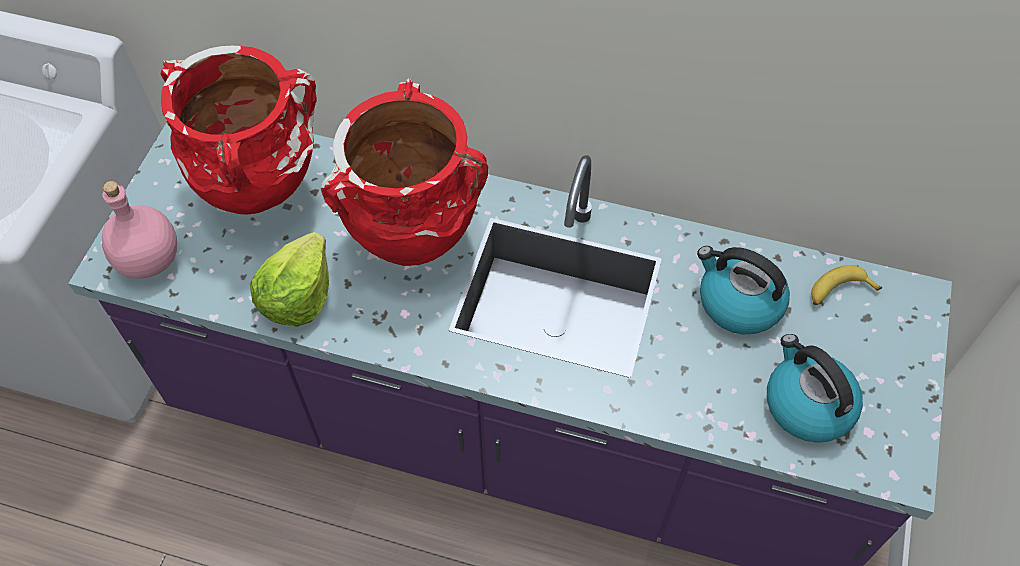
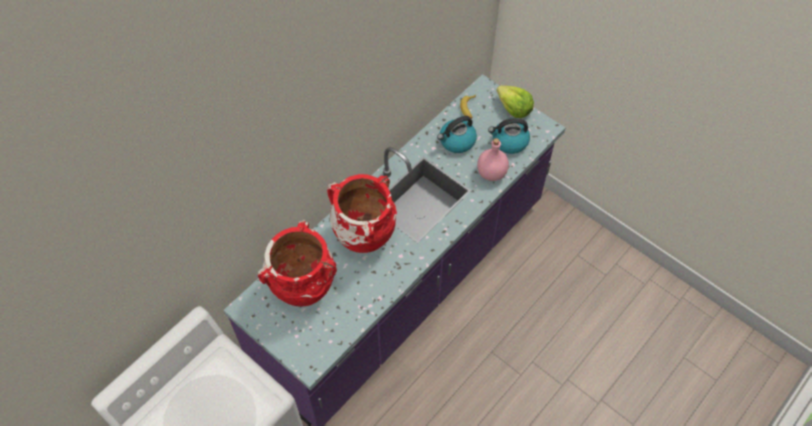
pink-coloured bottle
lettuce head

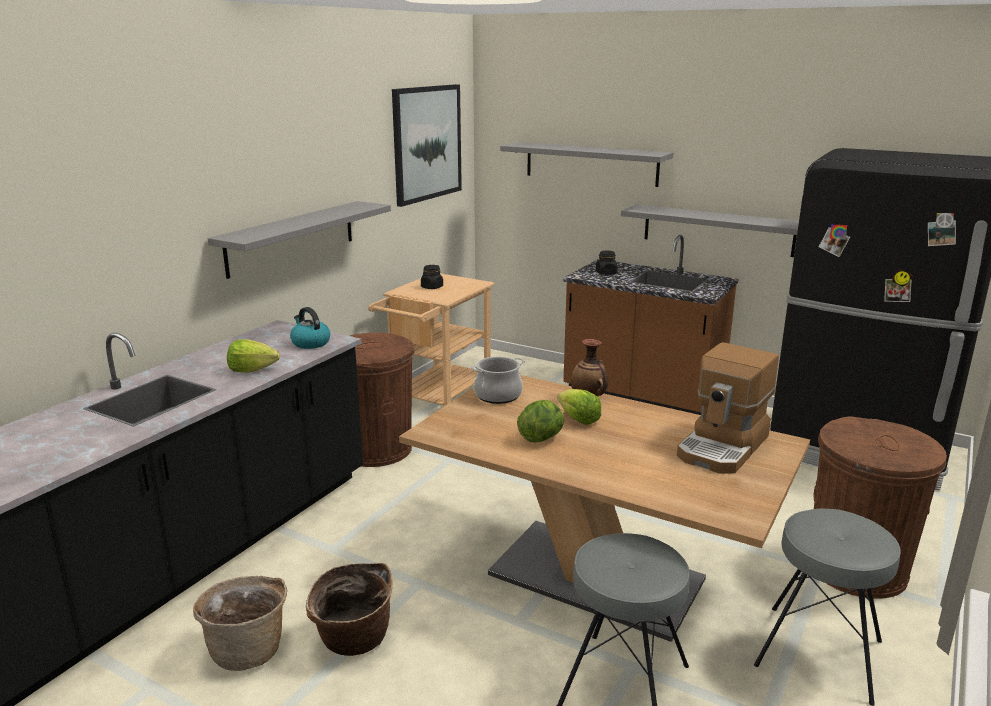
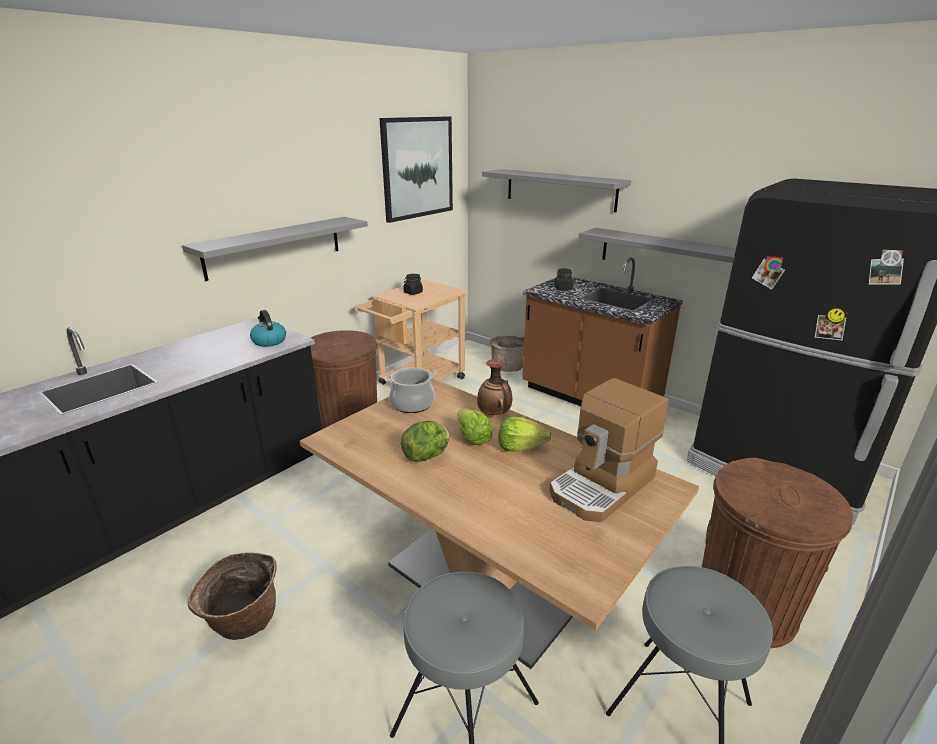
basket (no. 2 from left)
lettuce head (no. 3 from left)

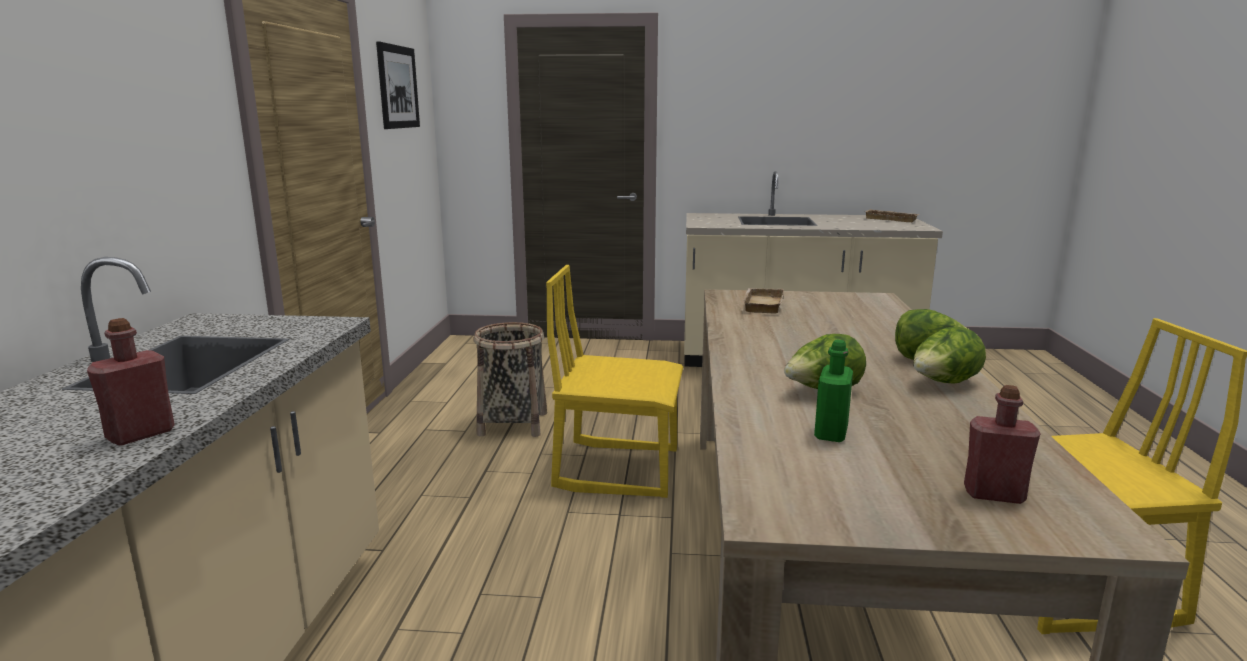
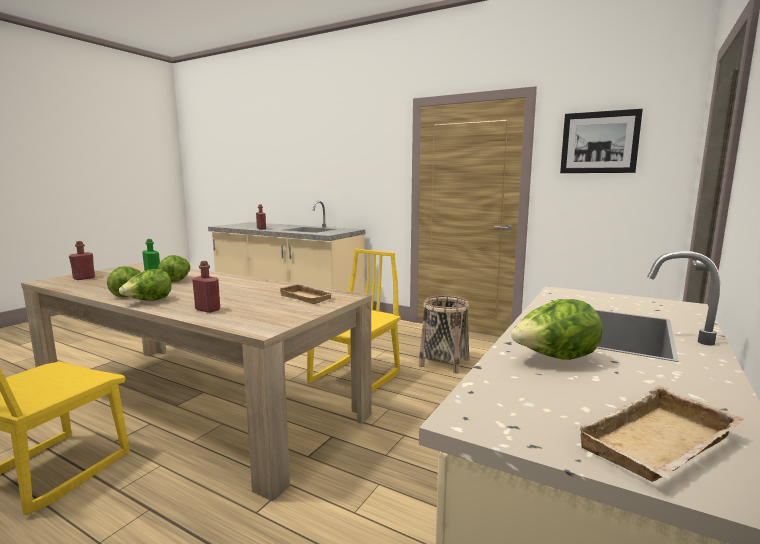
red bottle (no. 2 from left)
lettuce head (no. 4 from left)

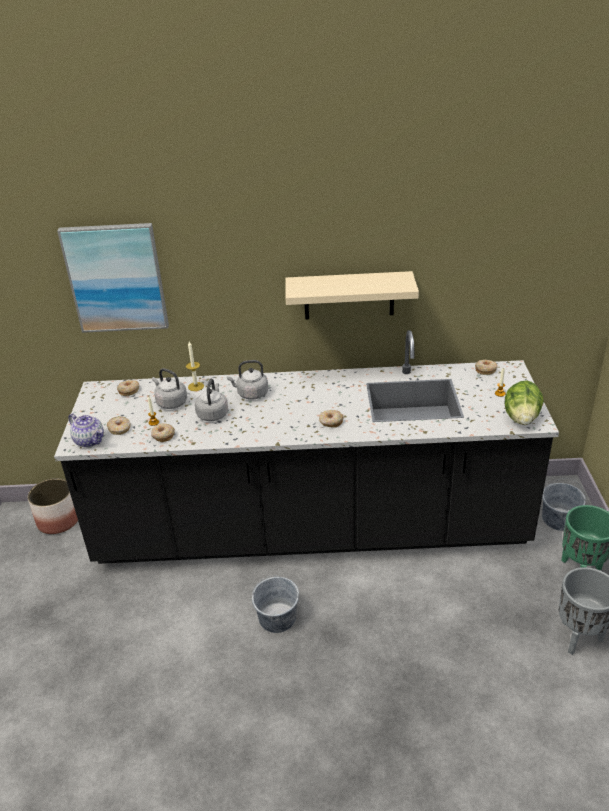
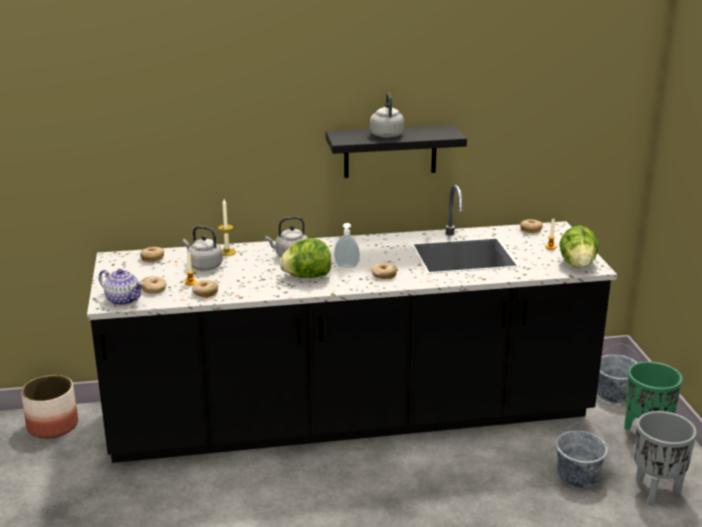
wall picture
lettuce head (no. 1 from left)
liquid soap bottle
gray tea kettle (no. 3 from left)
gray bucket (no. 1 from left)
black-coloured shelf

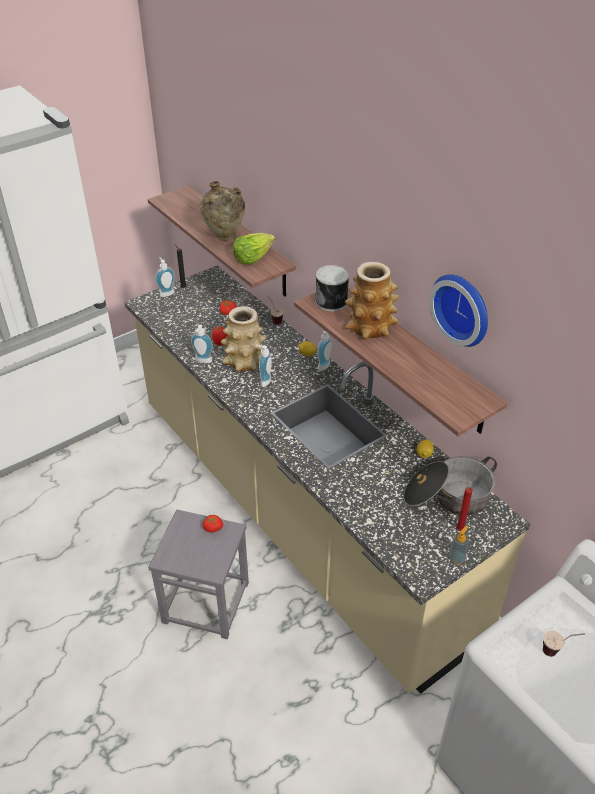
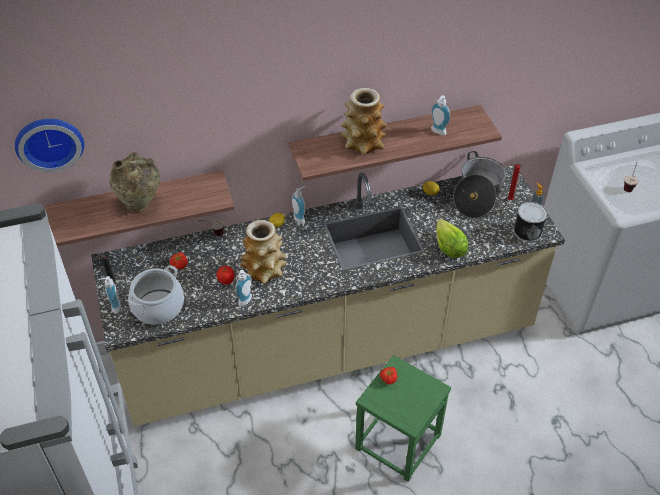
cooking pot (no. 1 from left)
lettuce head
liquid soap bottle (no. 4 from left)
can
hanging clock
green-coloured stool

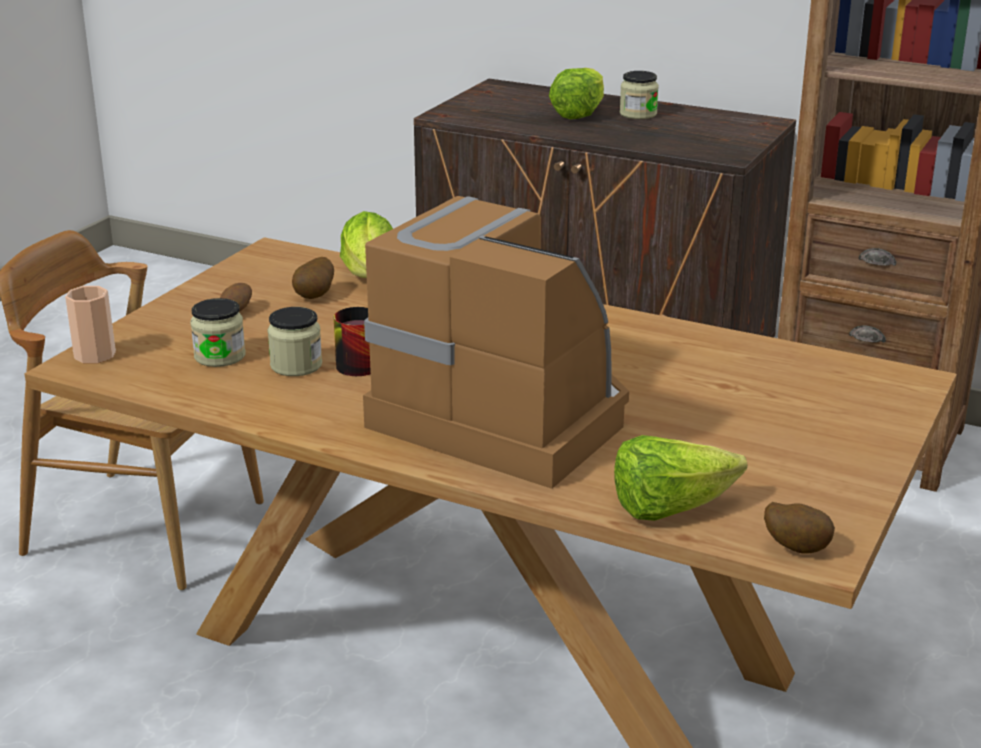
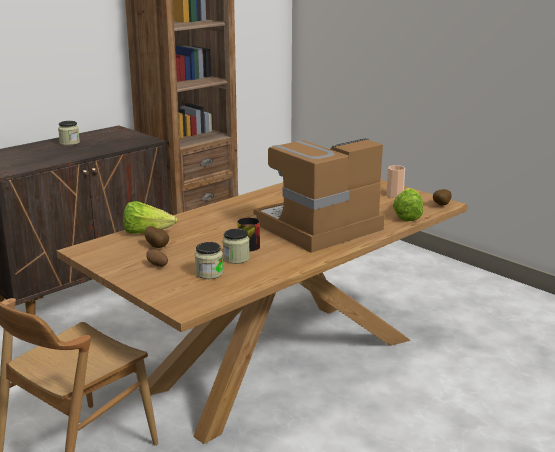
lettuce head (no. 2 from left in the first image)
cup

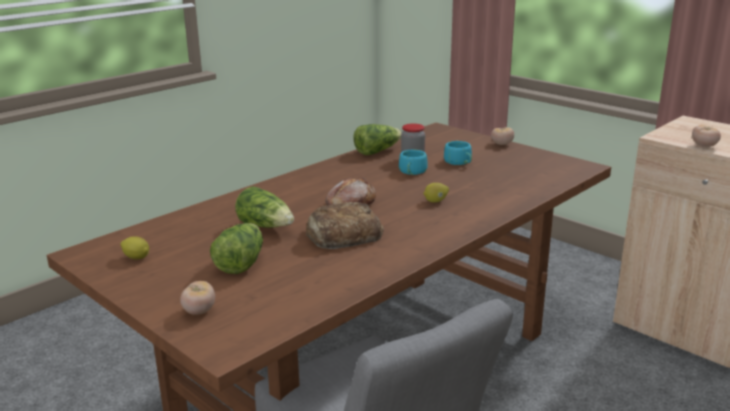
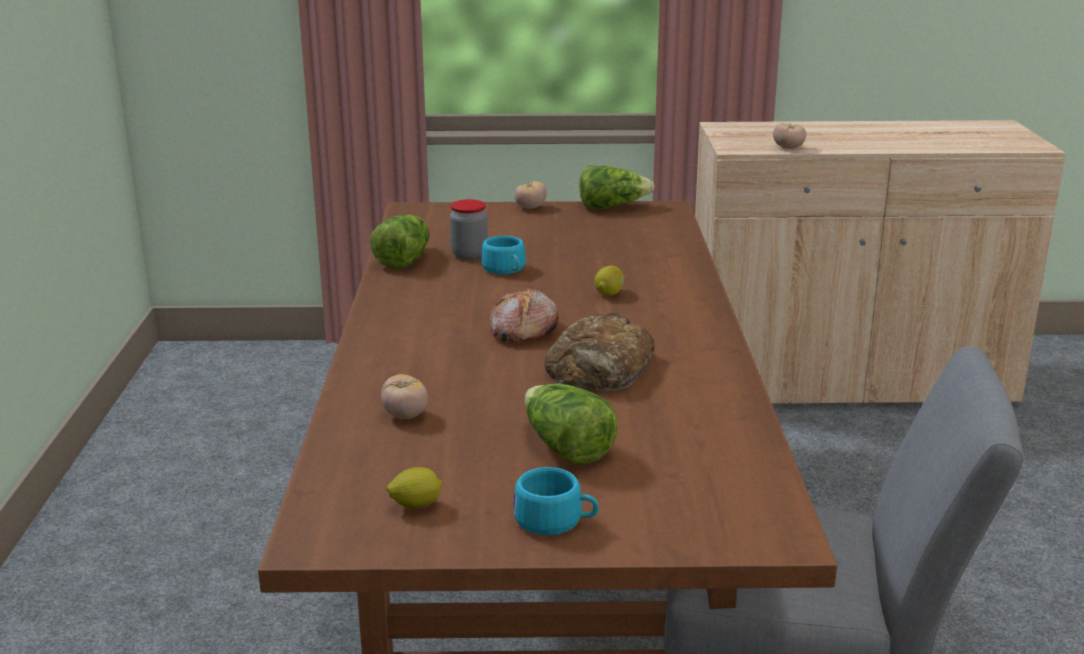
whole tomato (no. 1 from left)
lettuce head (no. 3 from left)
blue-green cup (no. 2 from left)

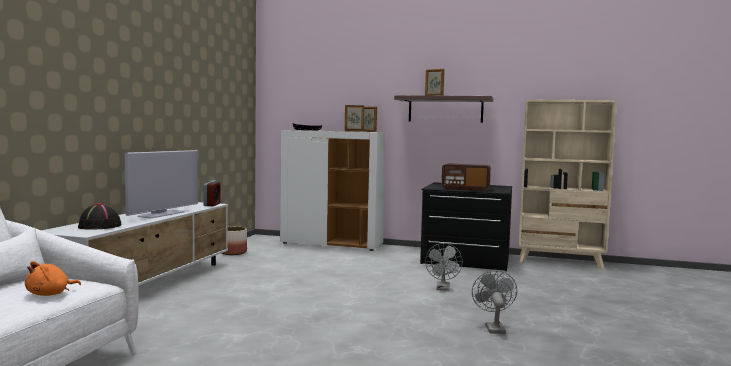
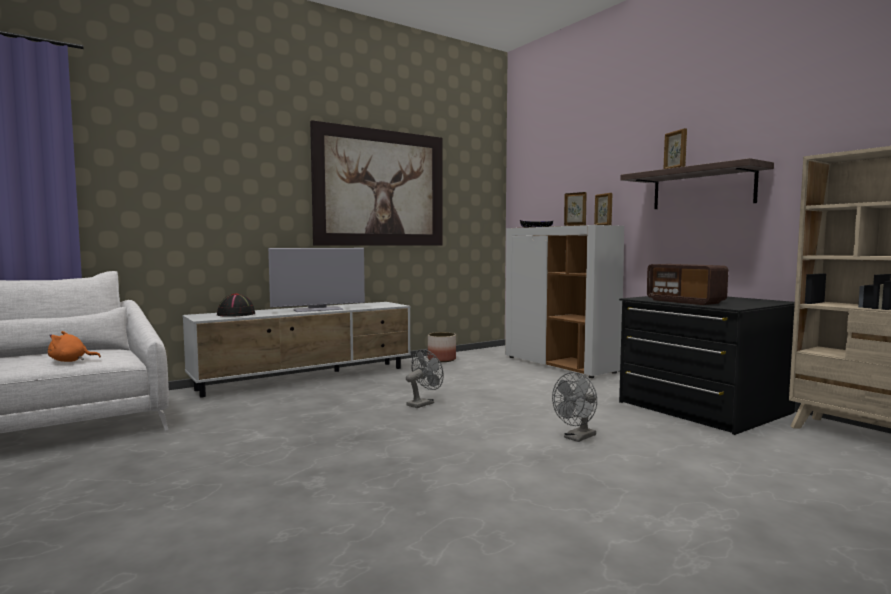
bedside clock
wall picture
gray electric fan (no. 1 from left)

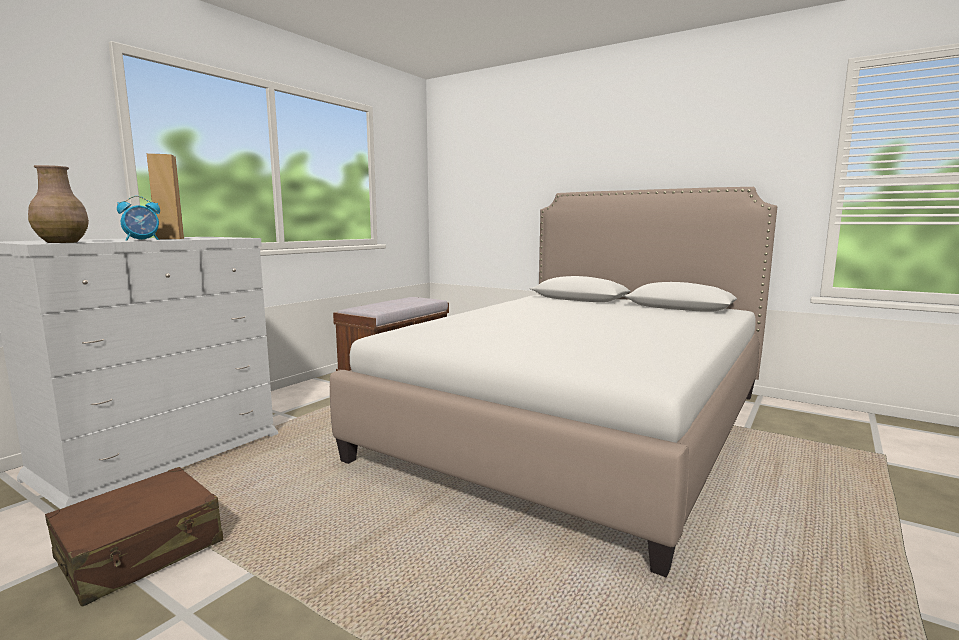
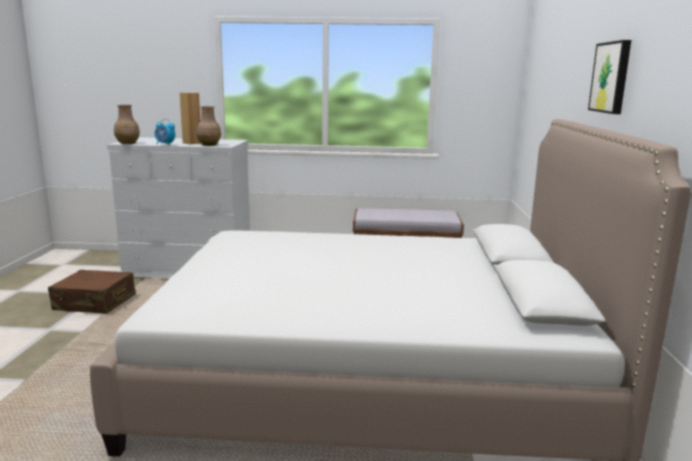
brownish vase (no. 2 from left)
wall picture

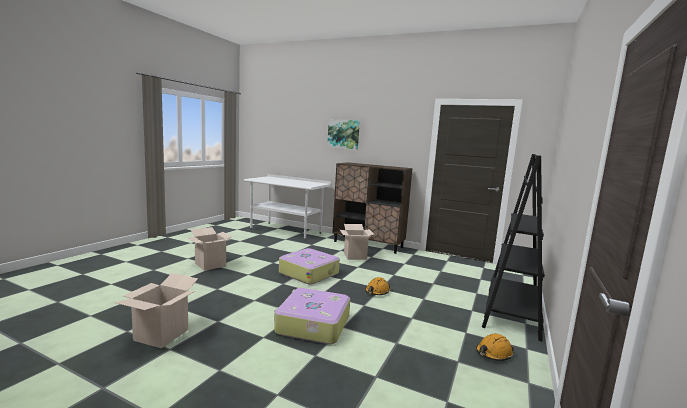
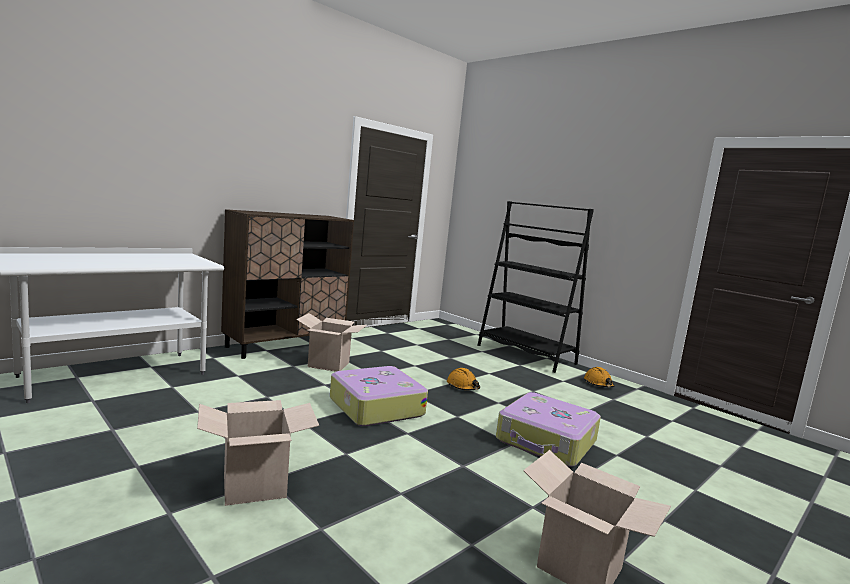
wall picture

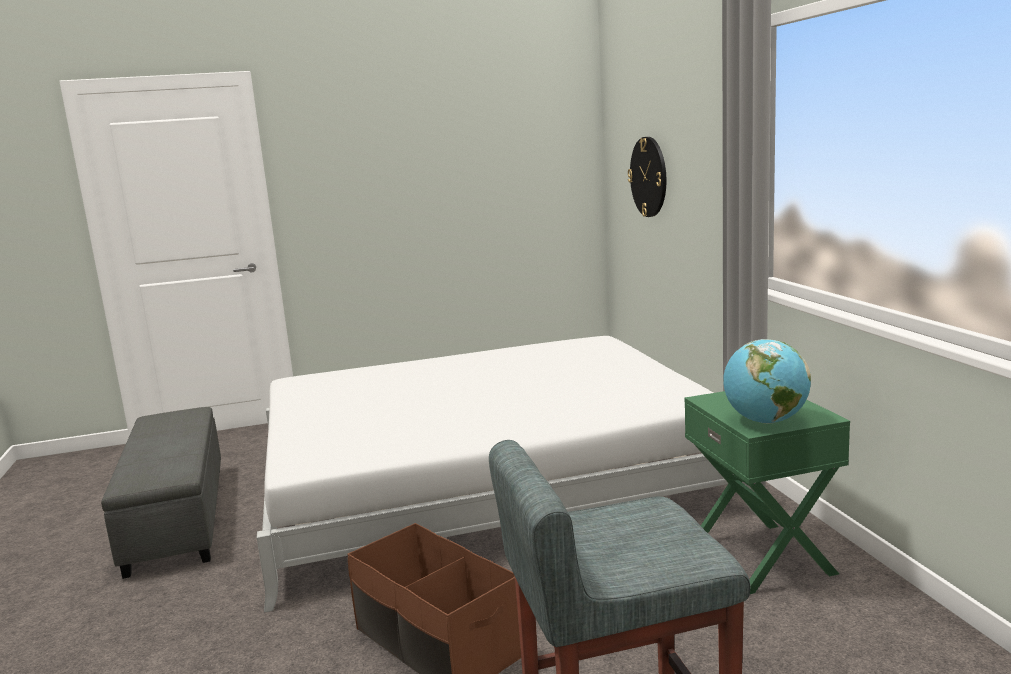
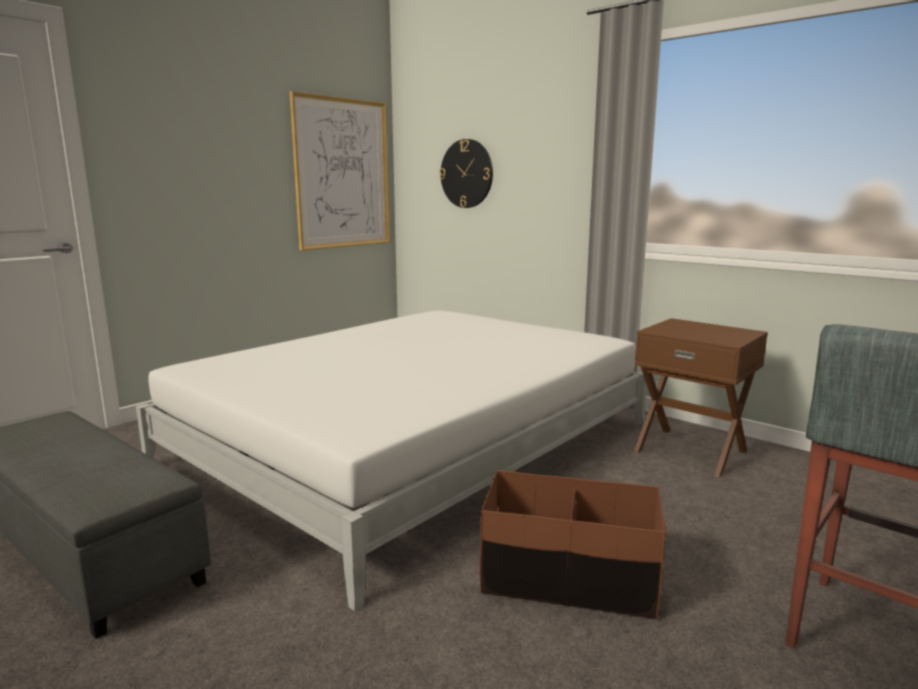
desk globe
wall picture
brownish nightstand

